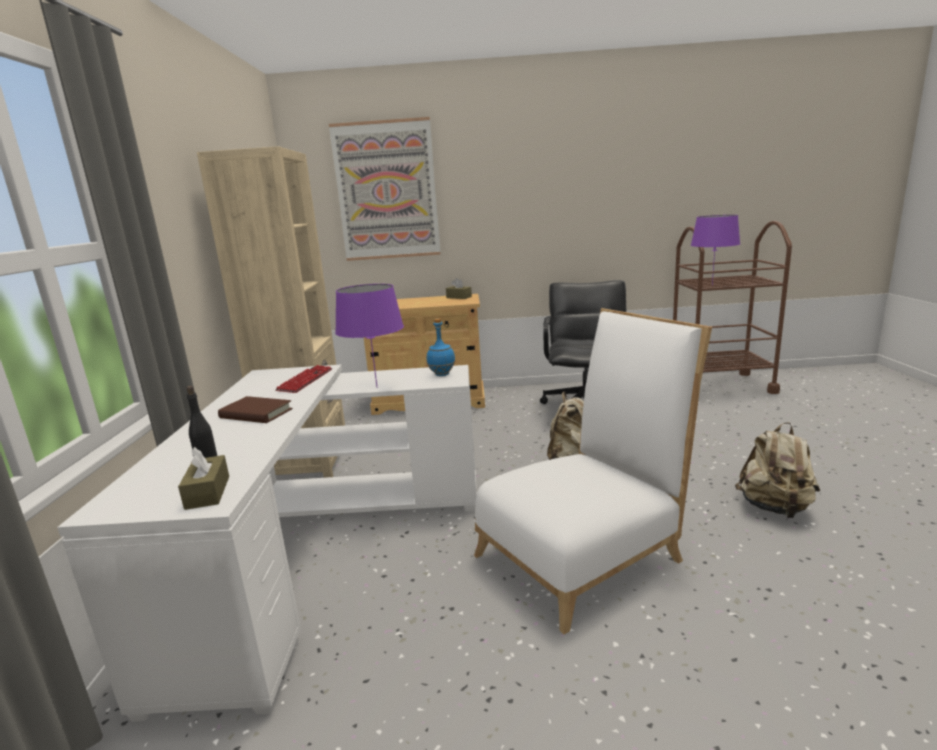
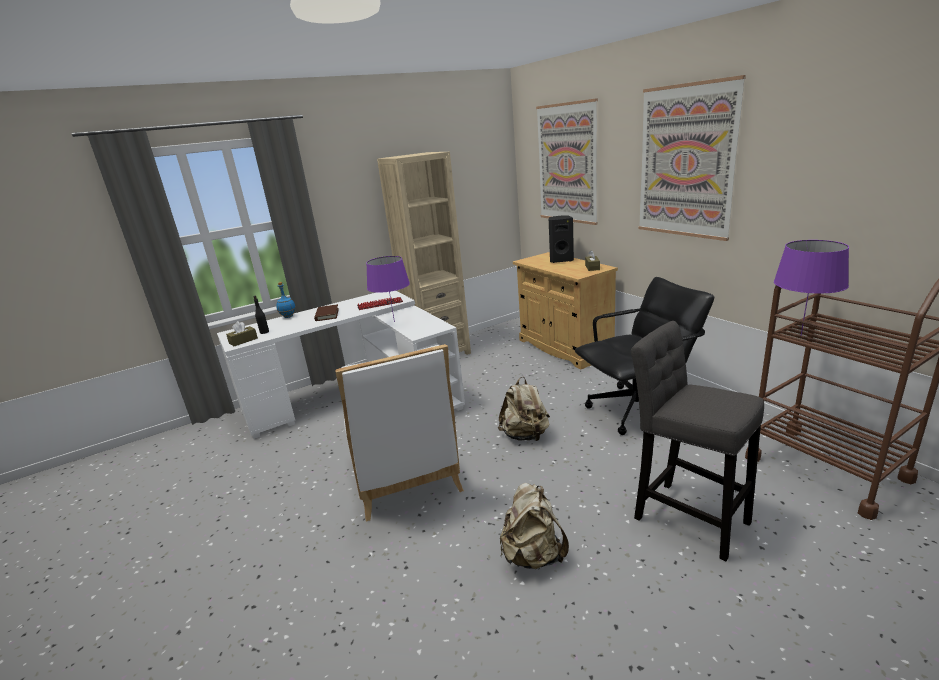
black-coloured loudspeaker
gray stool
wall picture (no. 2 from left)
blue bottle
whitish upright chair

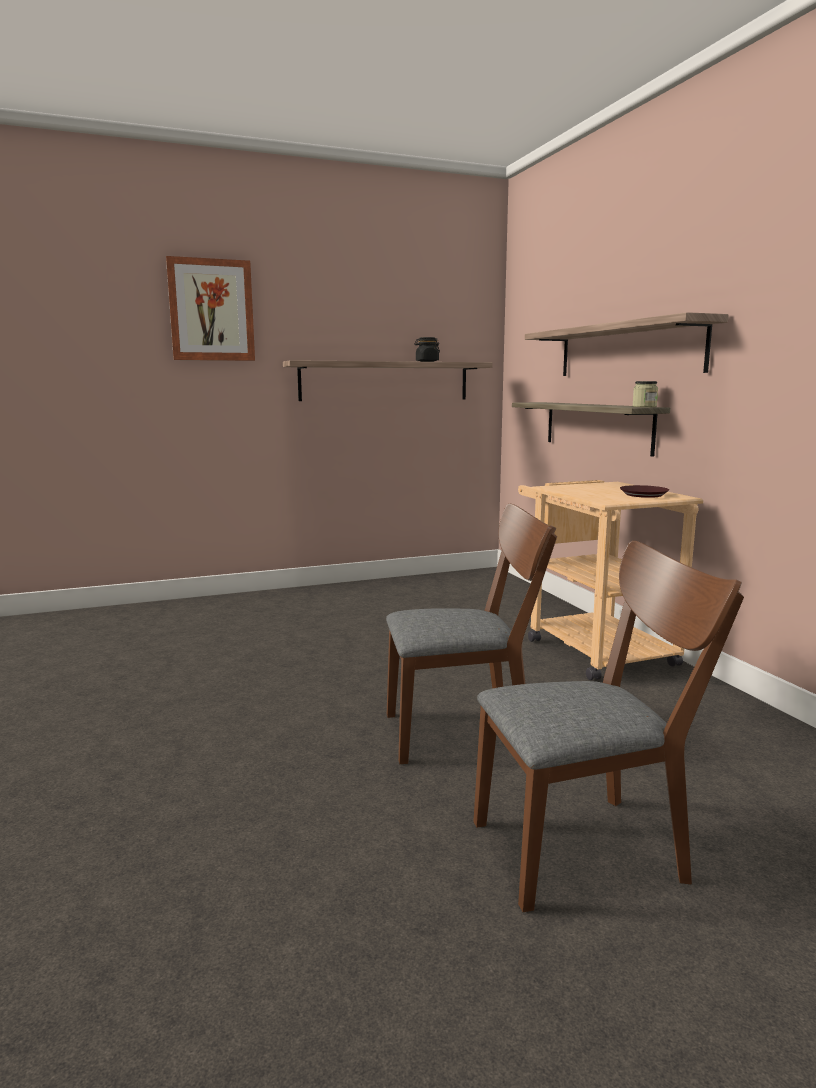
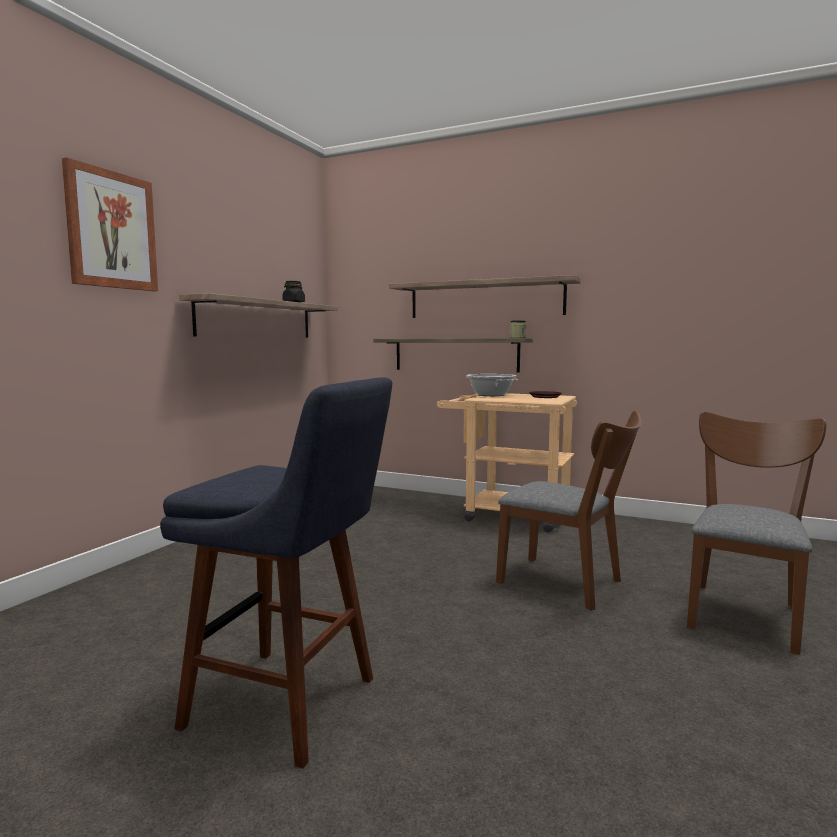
blue stool
cooking pot
brownish upright chair (no. 1 from left)

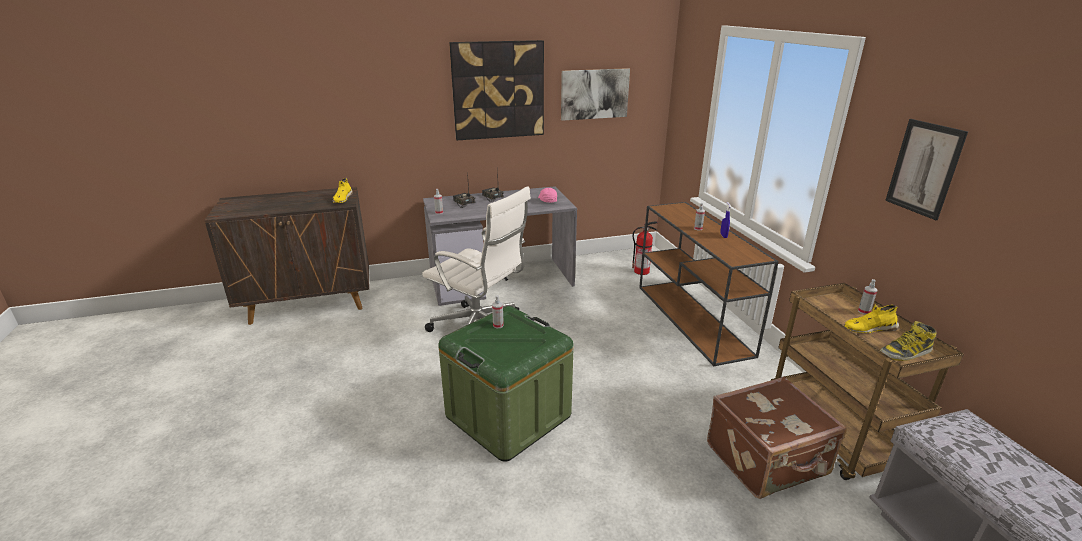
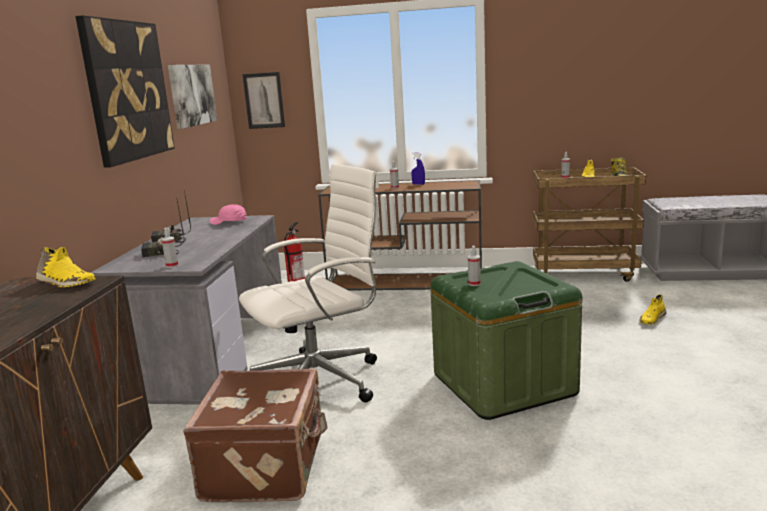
yellowish shoe (no. 3 from left)
brownish piece of luggage
wall picture (no. 3 from left)

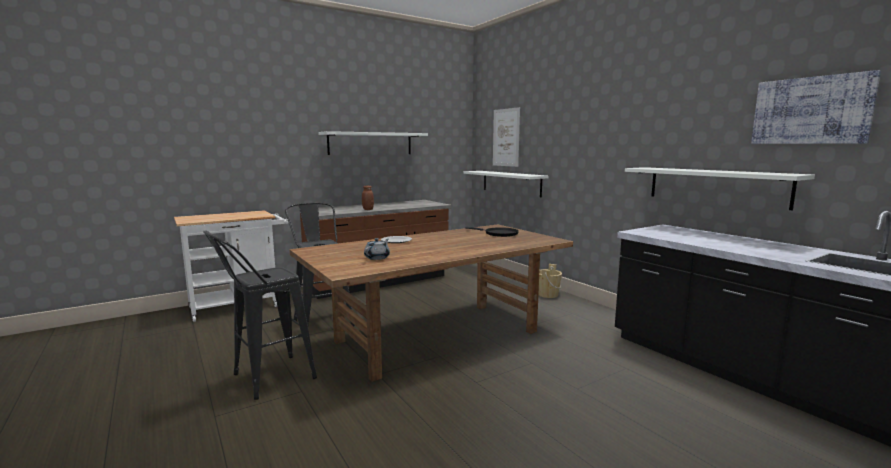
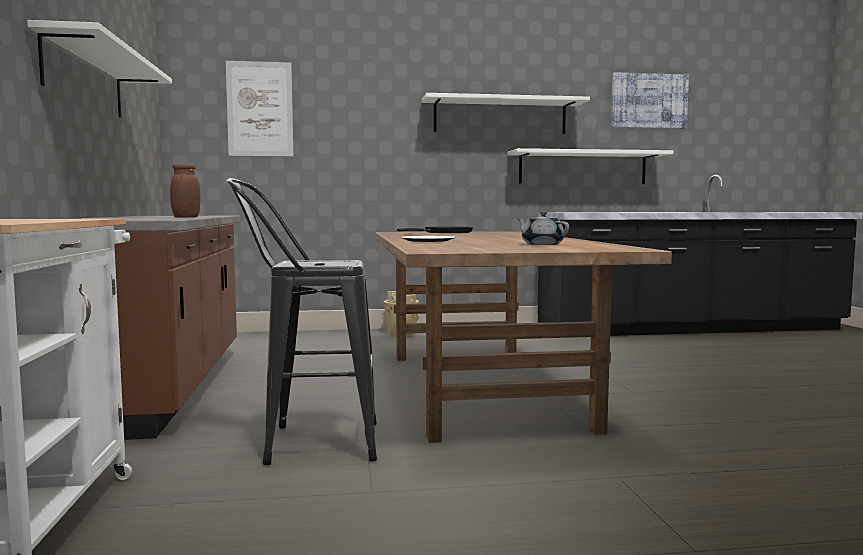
black-coloured stool (no. 1 from left in the first image)
whitish shelf (no. 2 from left)

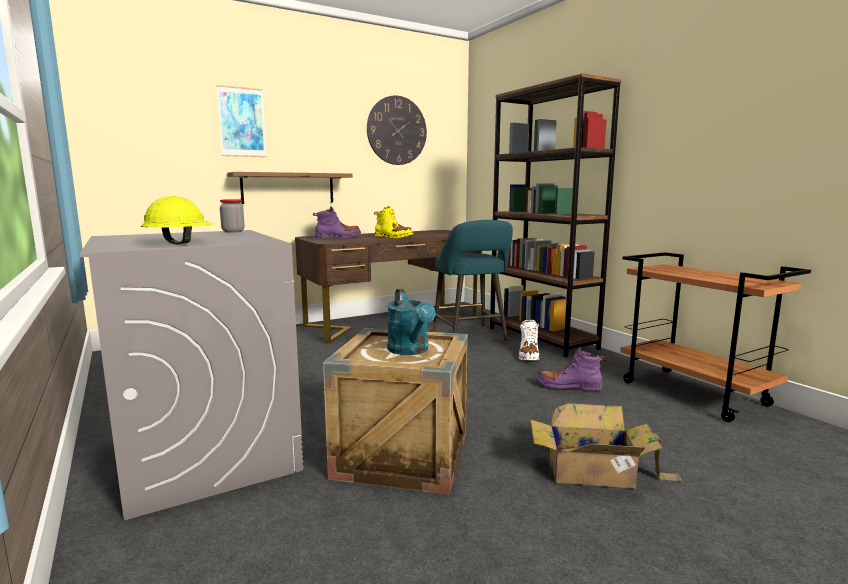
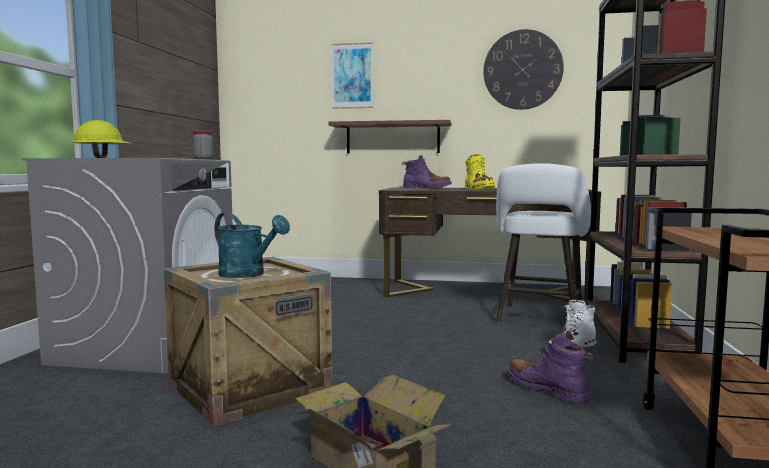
whitish stool
blue-green sprinkling can

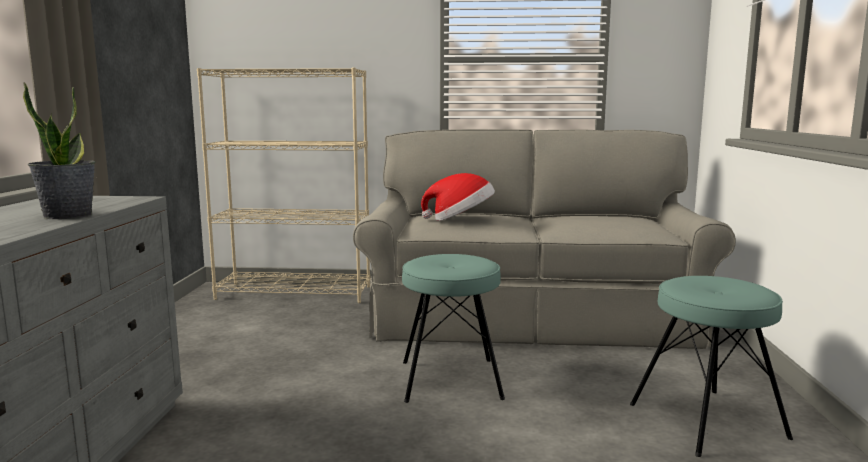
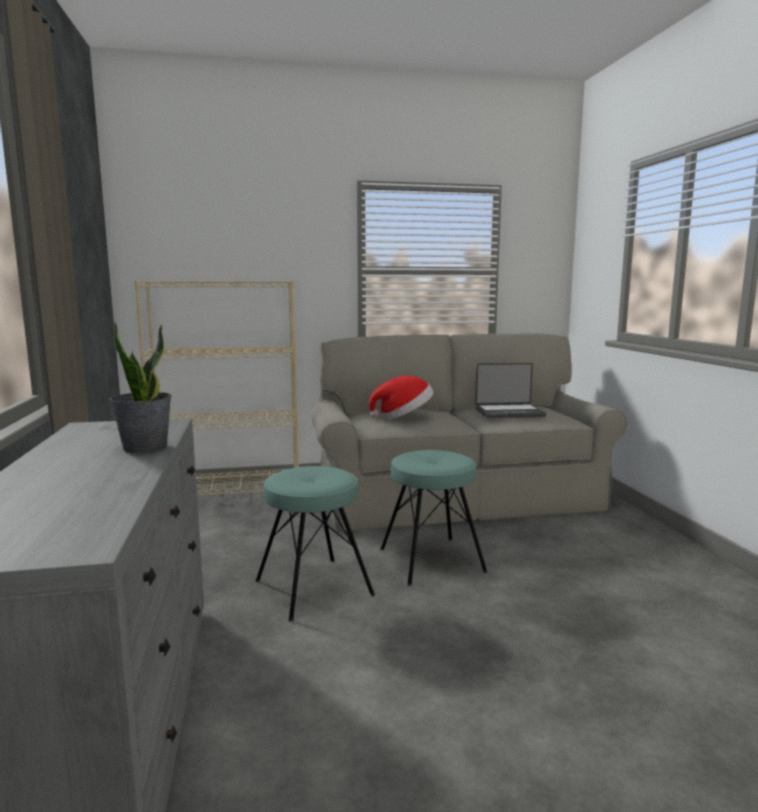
notebook computer
blue-green stool (no. 1 from left)

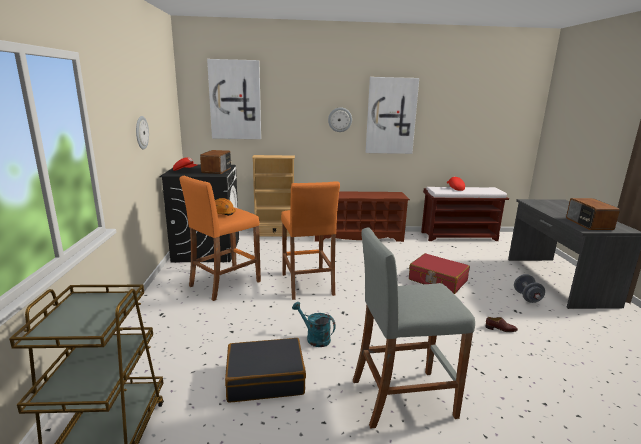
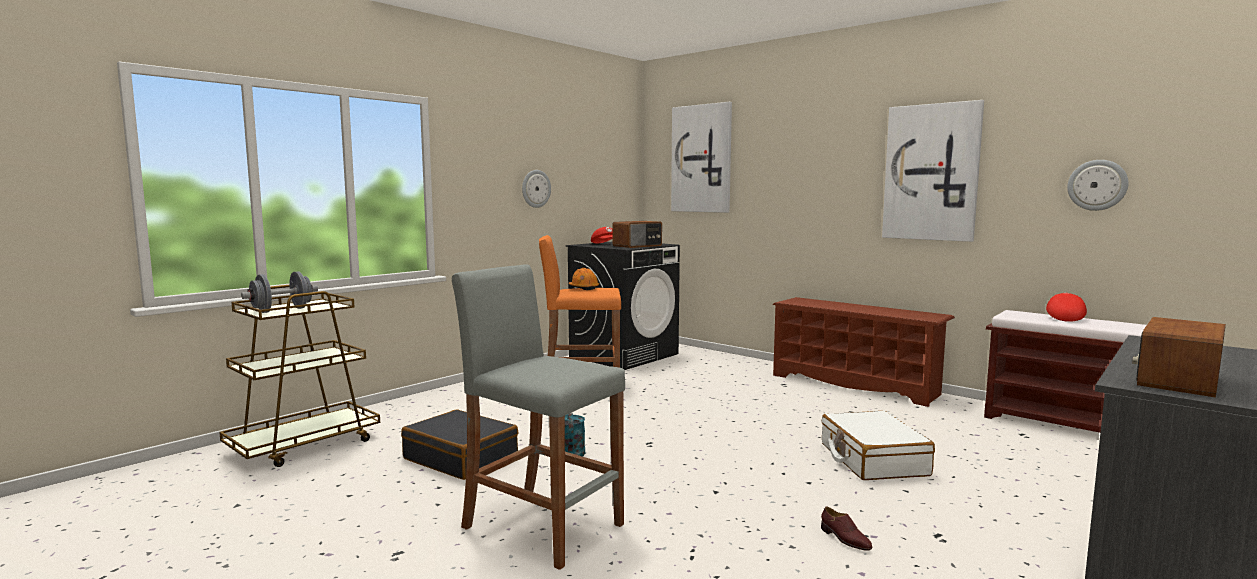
beige bookcase
orange-coloured stool (no. 2 from left in the first image)
hanging clock (no. 2 from left)
gray free weight
whitish piece of luggage

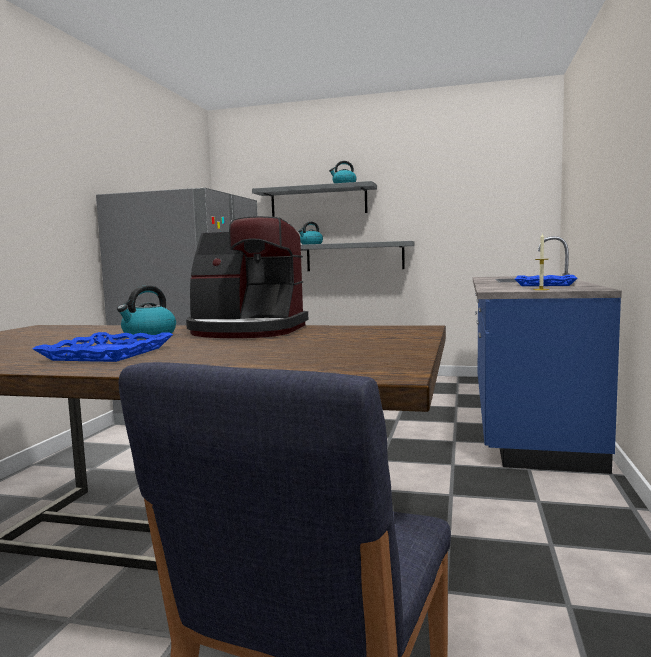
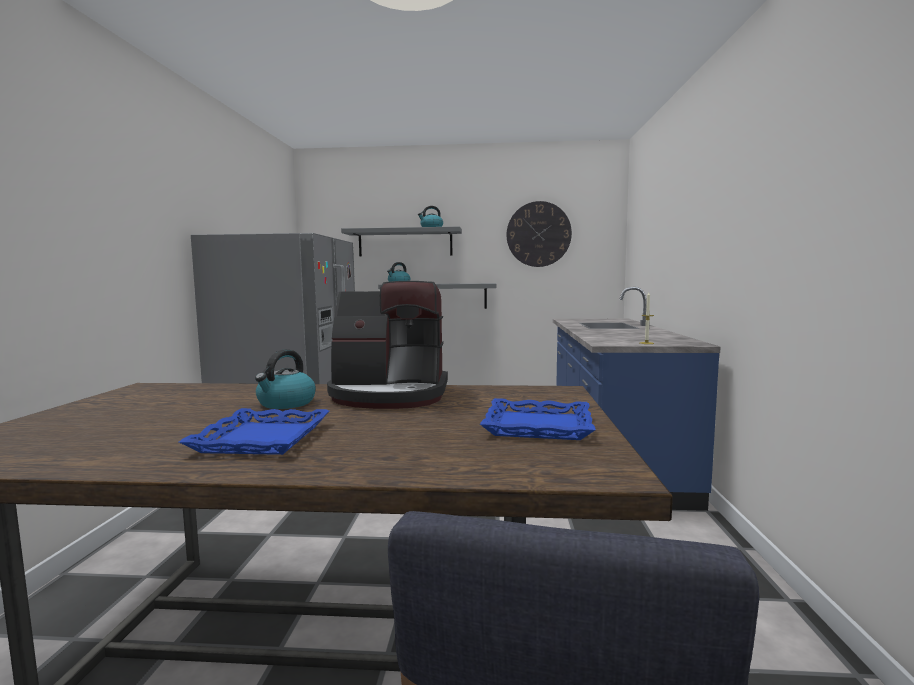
hanging clock
blue tray (no. 2 from left)

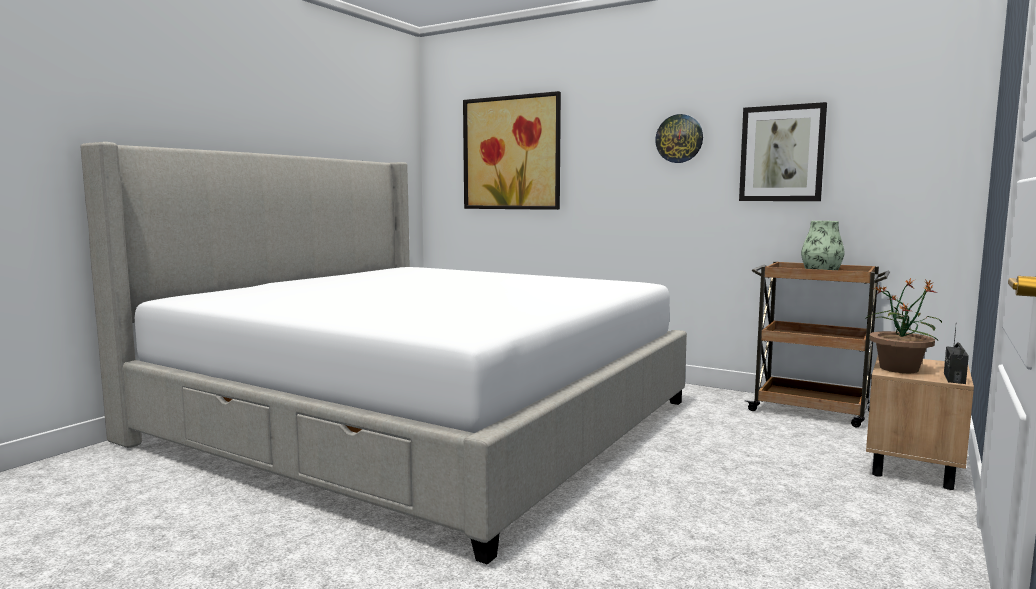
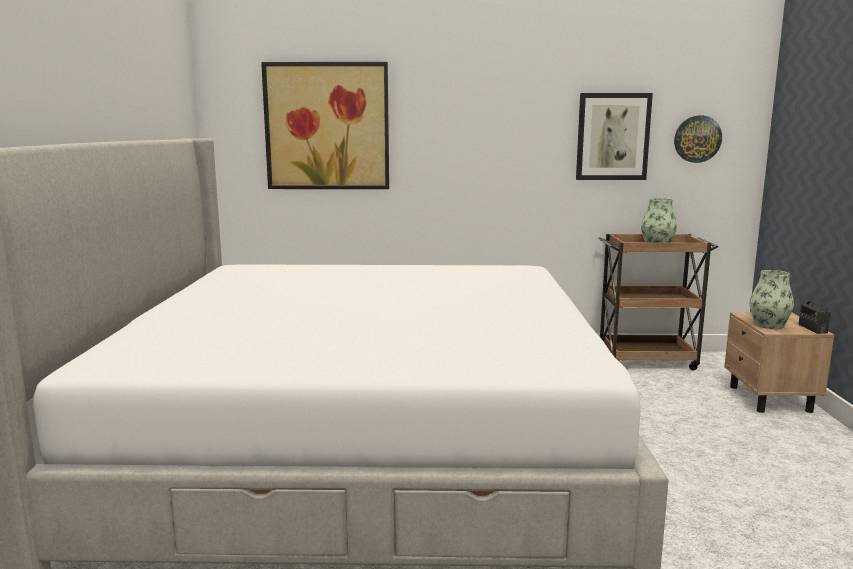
hanging clock
vase (no. 2 from left)

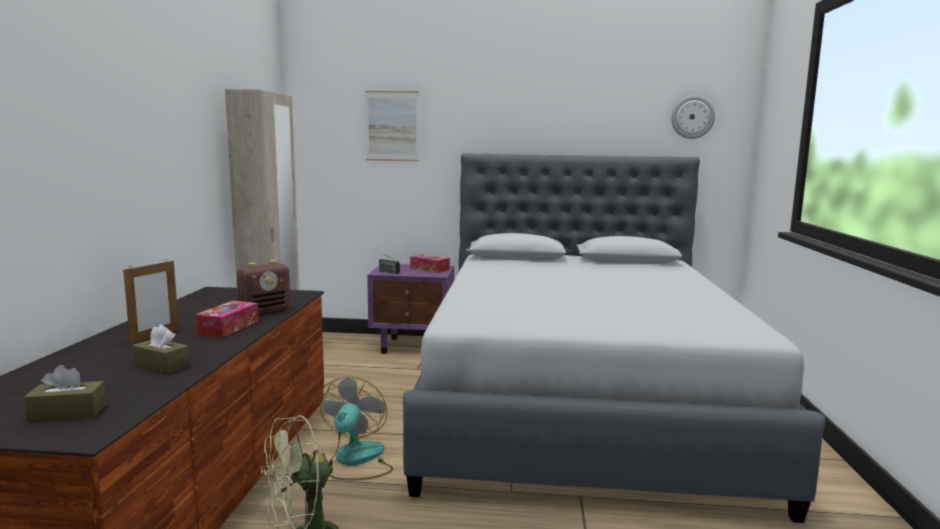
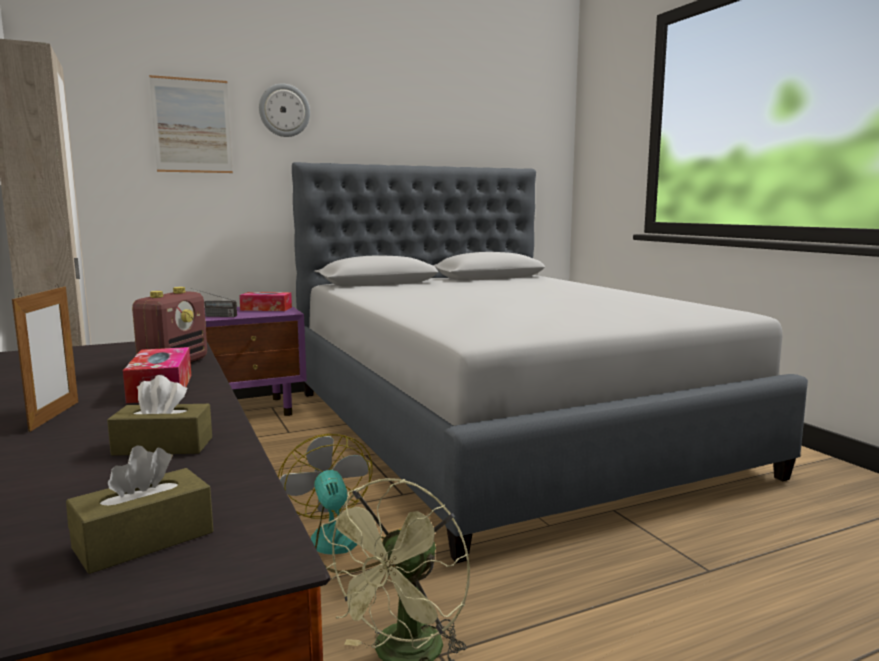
hanging clock

